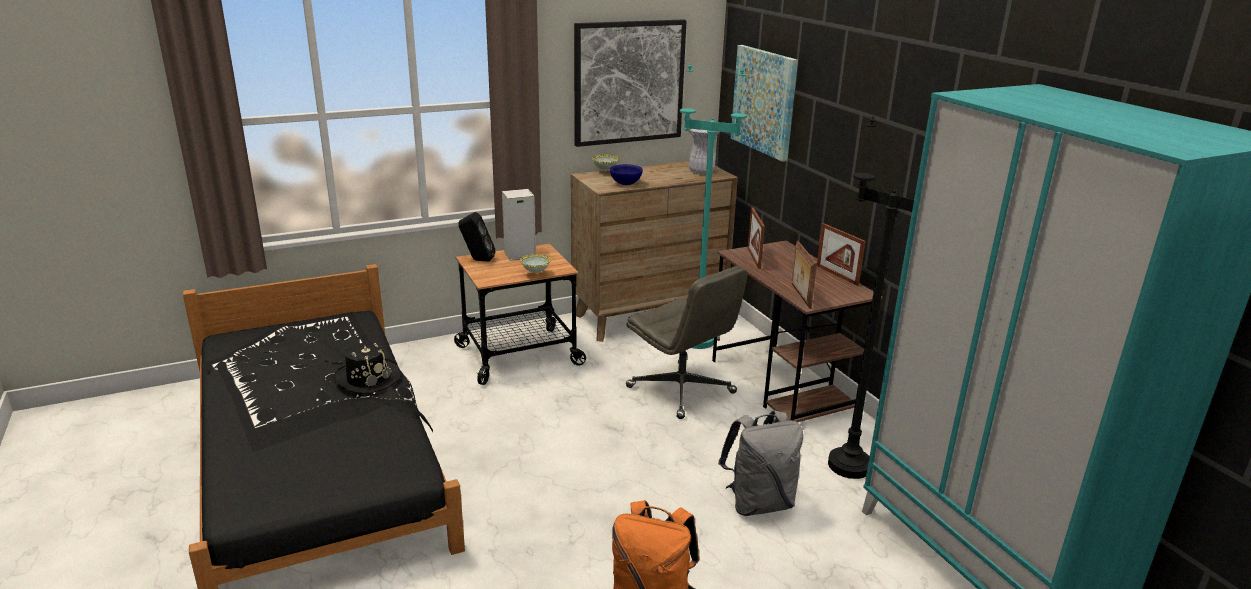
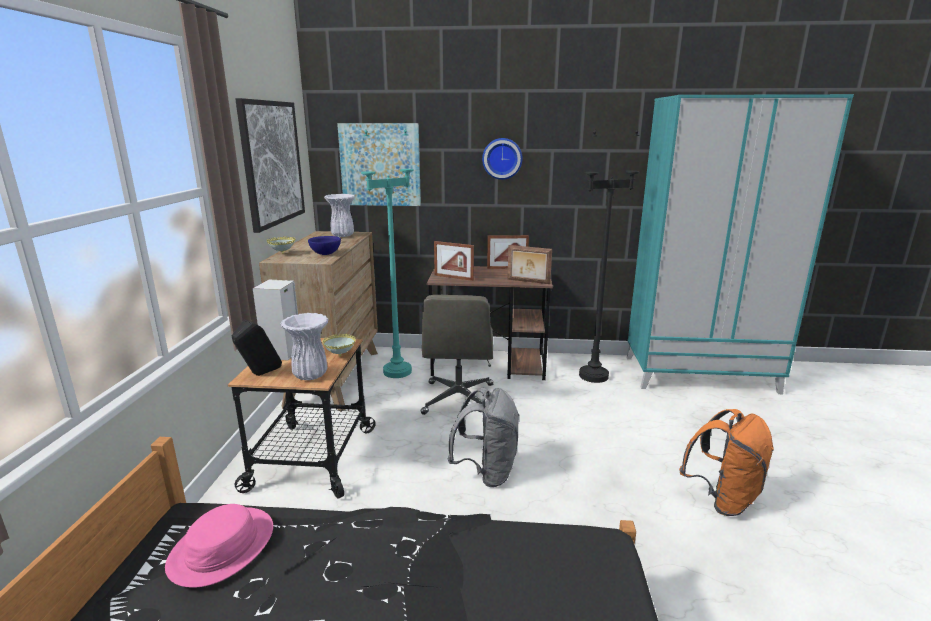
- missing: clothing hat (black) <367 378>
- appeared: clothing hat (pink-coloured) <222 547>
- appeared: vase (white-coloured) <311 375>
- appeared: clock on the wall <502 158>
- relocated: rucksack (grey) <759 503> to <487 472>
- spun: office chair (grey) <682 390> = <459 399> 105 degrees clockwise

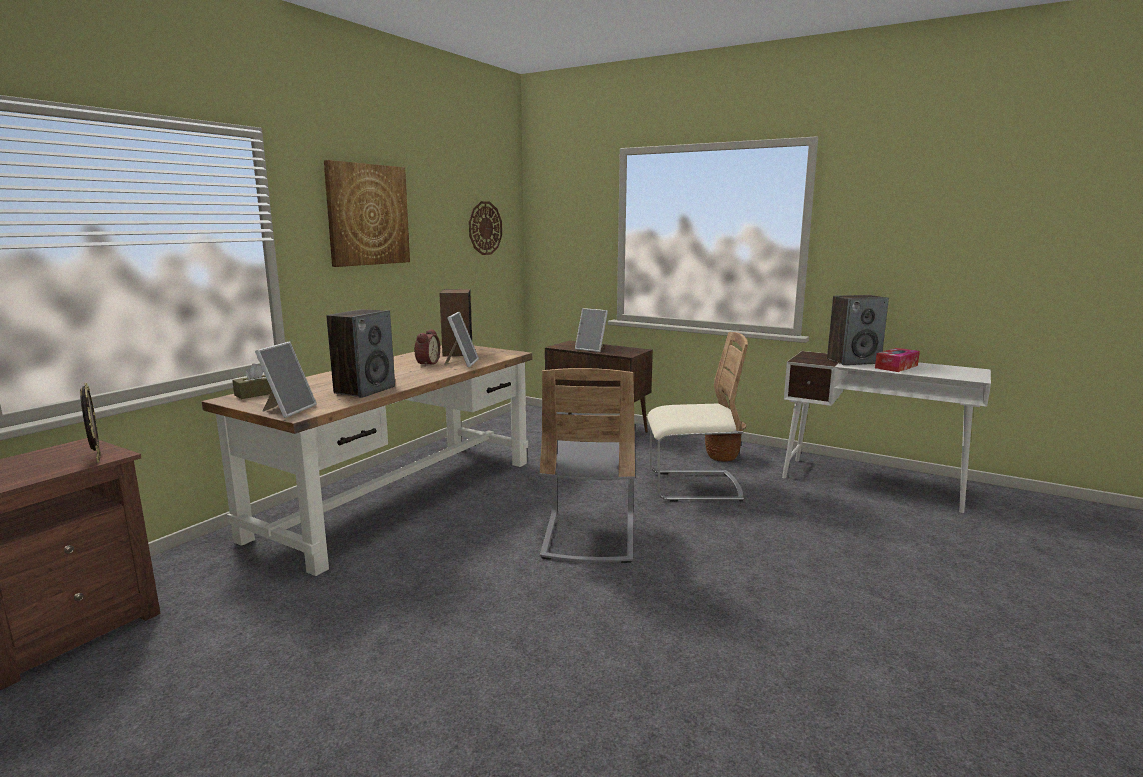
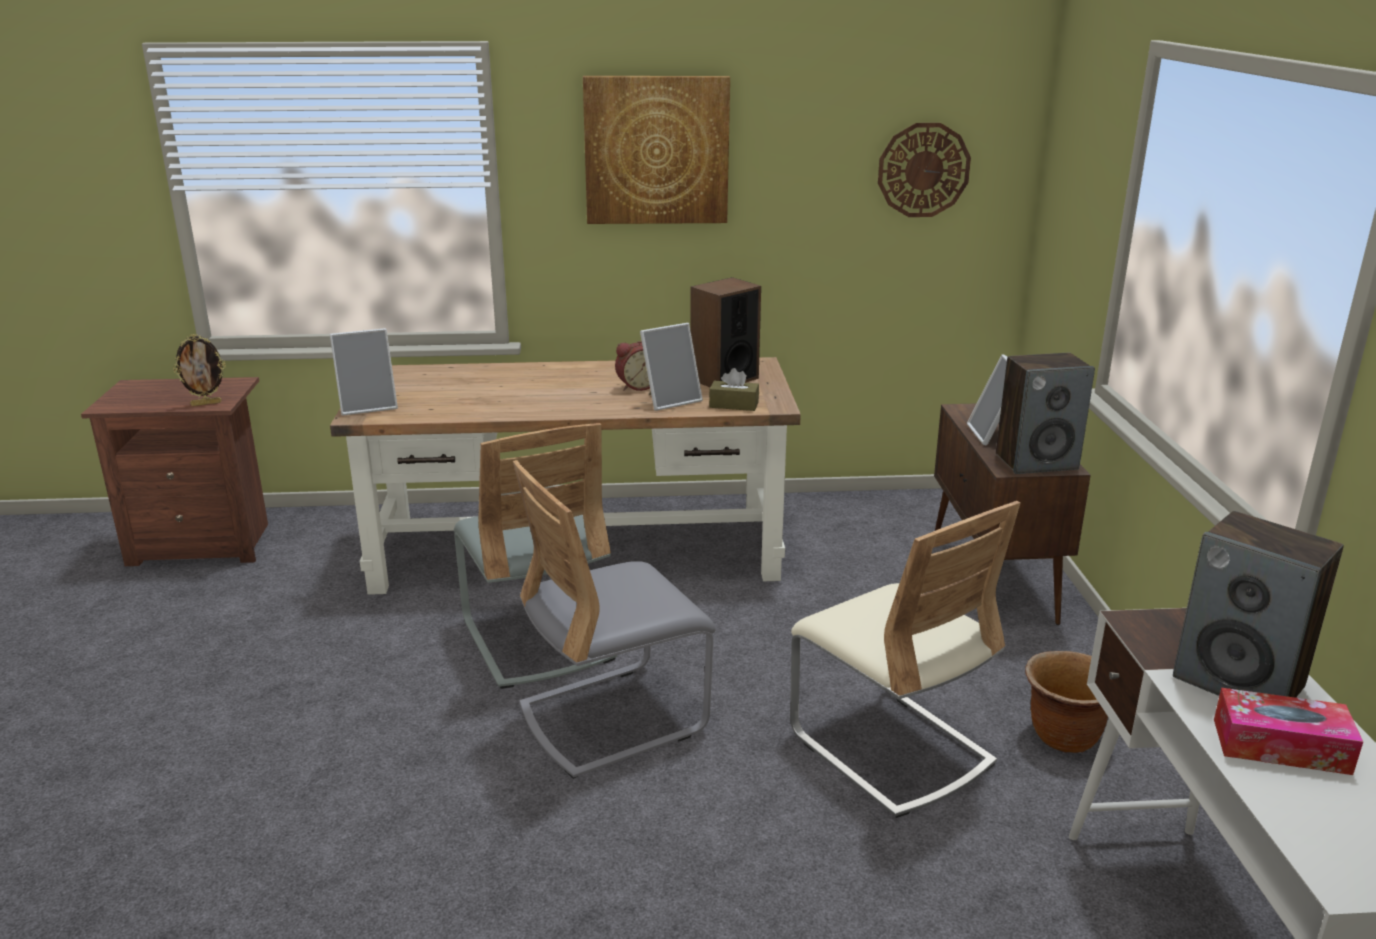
- appeared: plain chair (grey) <537 639>
- relocated: box of tissues (brownish) <256 394> to <734 405>
- relocated: audio speaker <365 390> to <1036 462>
- spun: picture frame <97 458> = <206 403> 45 degrees clockwise

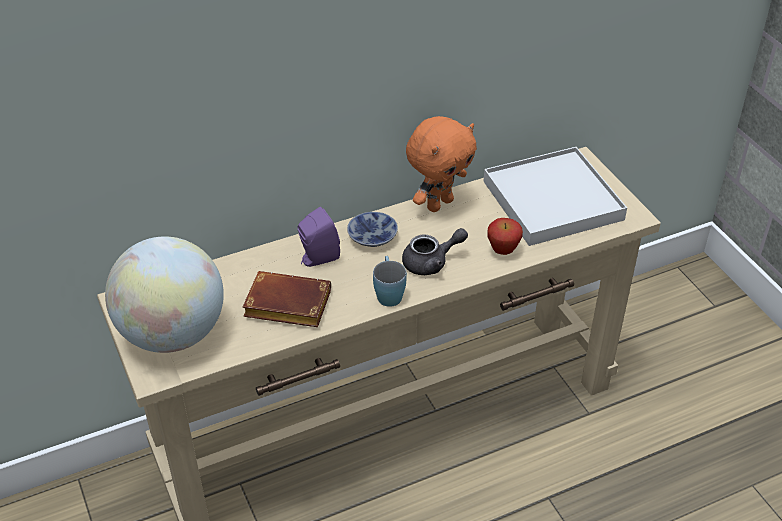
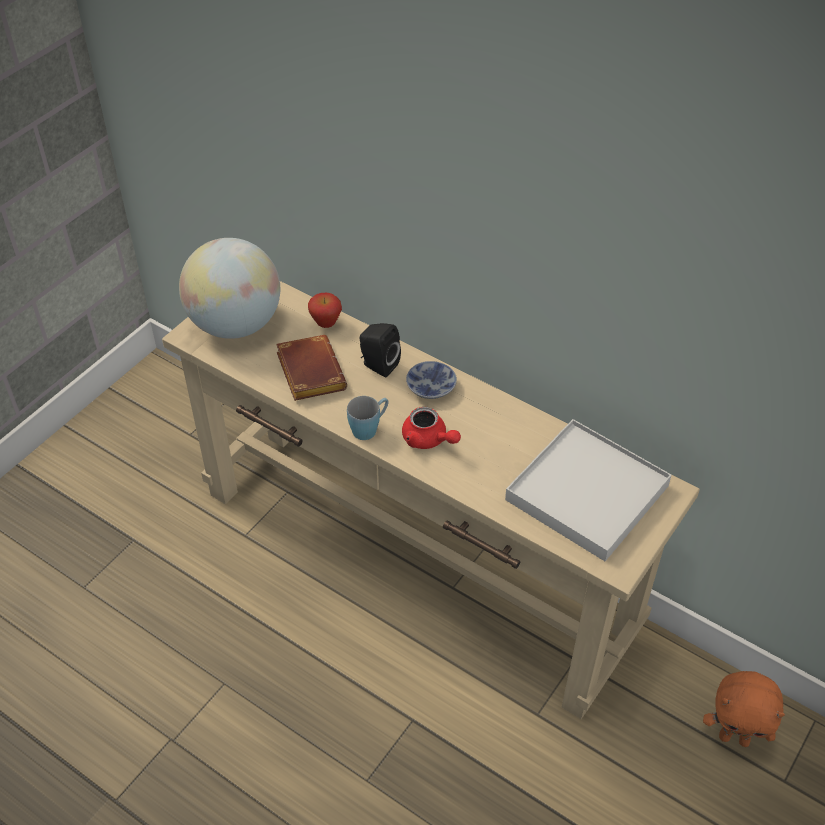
- relocated: soft toy (orange) <439 203> to <734 737>
- relocated: apple fruit <503 251> to <326 324>
- colour: audio speaker (purplish) <317 258> to audio speaker (black) <378 365>
- colour: pot for tea (grey) <431 263> to pot for tea (reddish) <428 440>

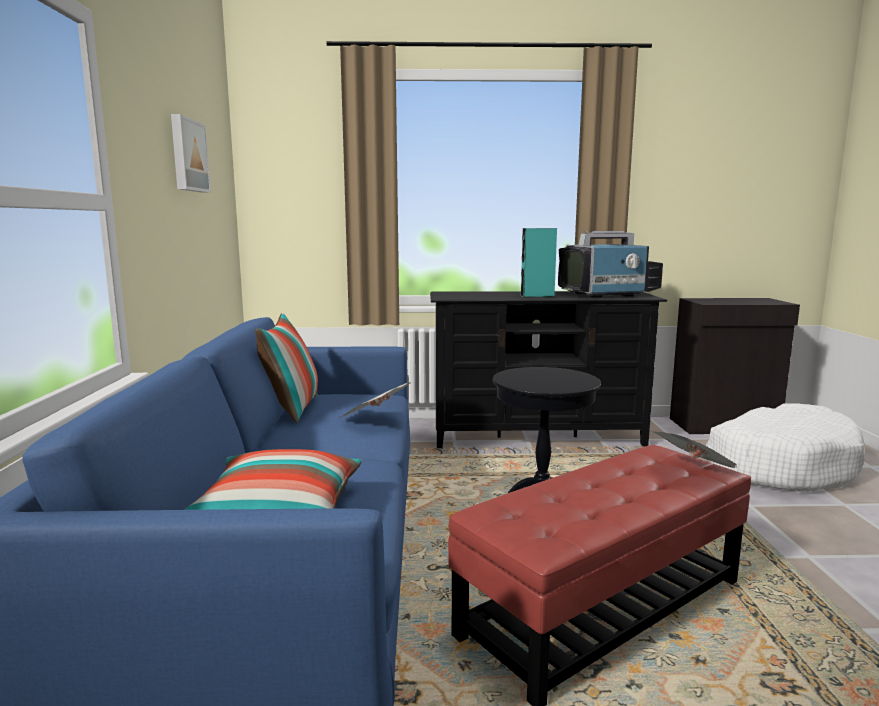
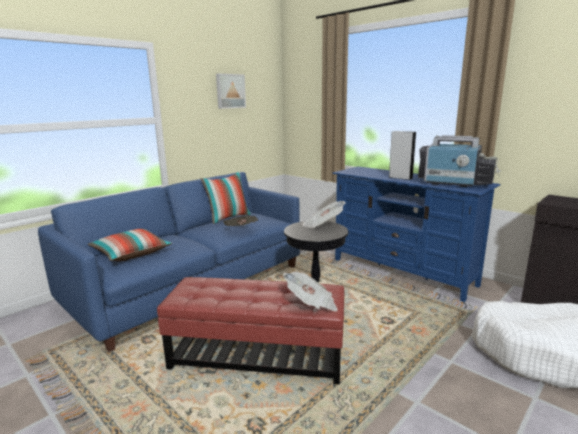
- appeared: newspaper <323 225>
- colour: media console (black) <537 436> to media console (bluish) <402 271>
- colour: audio speaker (turquoise-coloured) <537 296> to audio speaker (grey) <400 178>

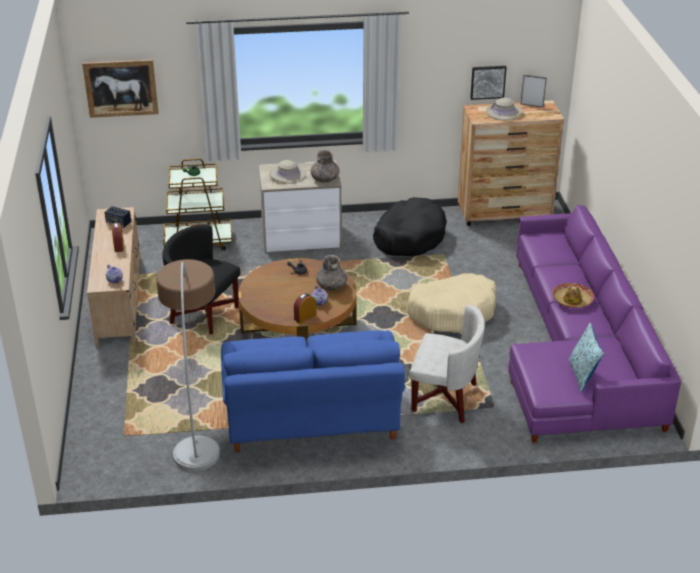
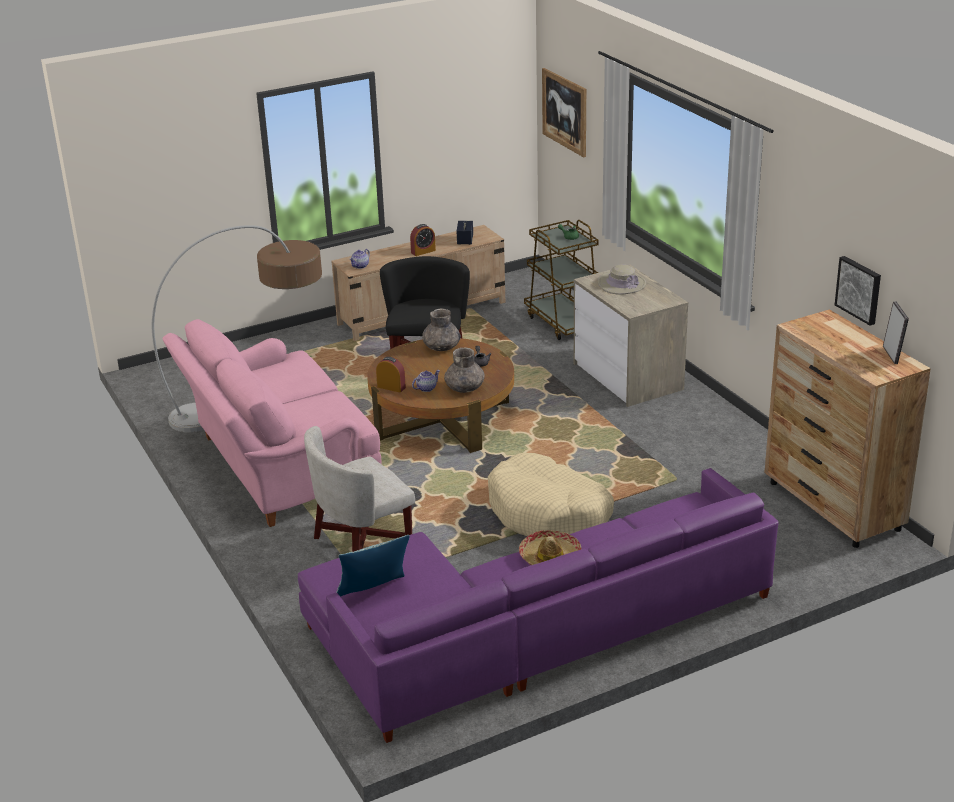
- missing: pet bed (black) <409 237>
- missing: clothing hat (beige-coloured) <504 112>
- relocated: vase (grey) <325 179> to <441 347>
- colour: settee (bluish) <312 420> to settee (pink-coloured) <278 468>
- spun: easy chair (white-coloured) <445 398> = <362 544> 60 degrees clockwise

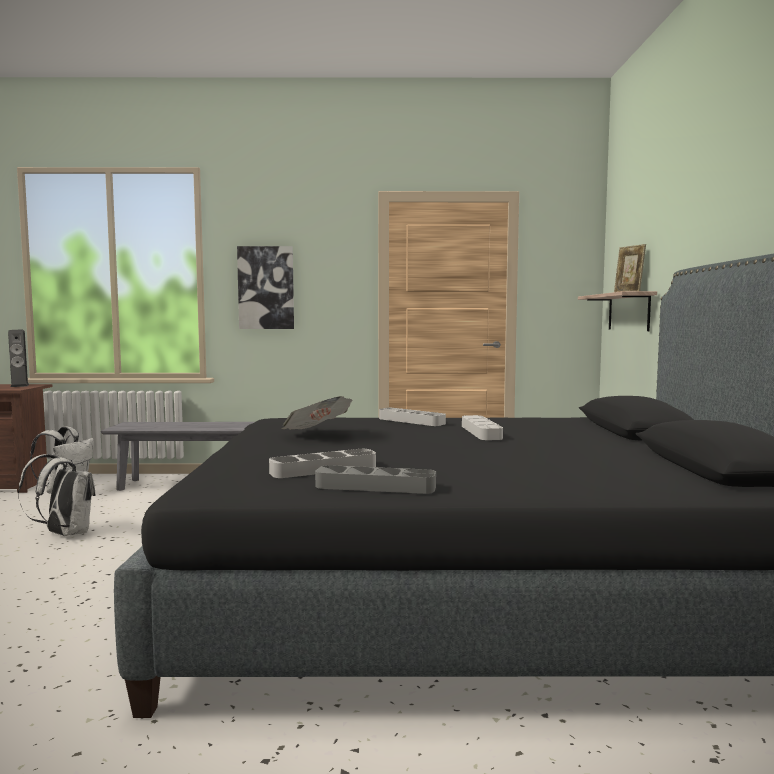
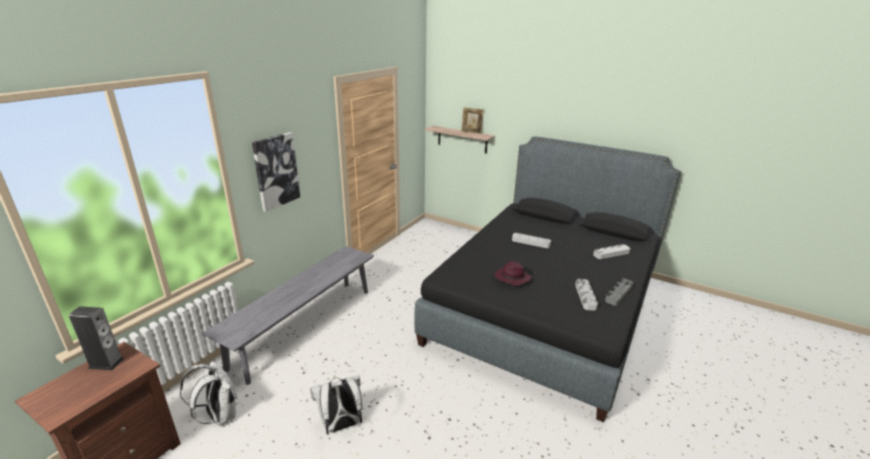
- relocated: carrying tray (grey) <411 421> to <611 253>
- exchanged: newspaper <316 434> to clothing hat (purplish) <511 278>

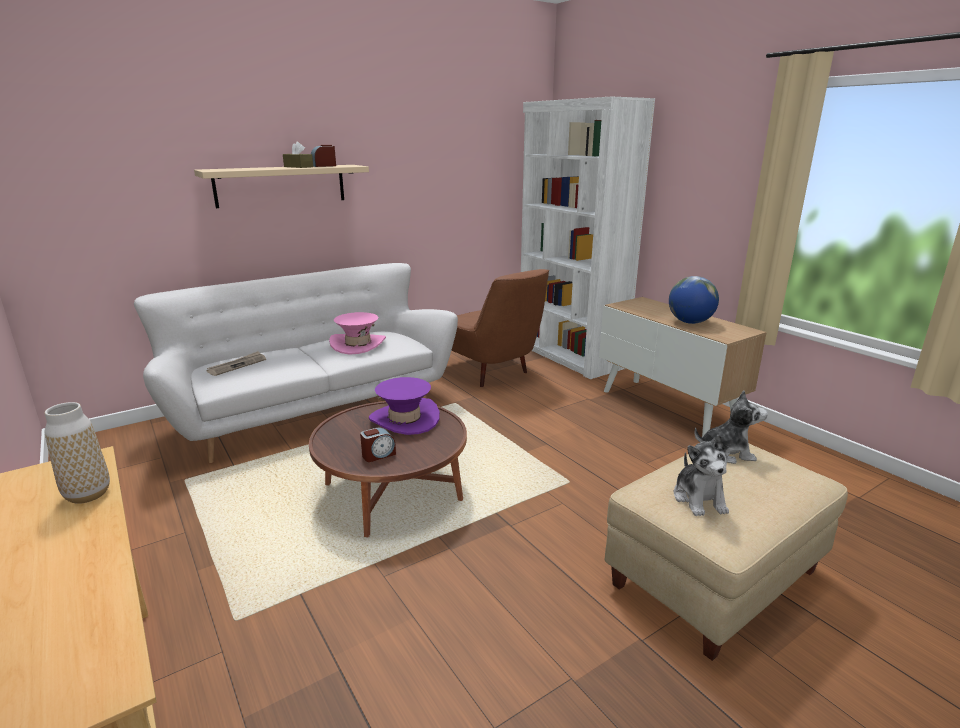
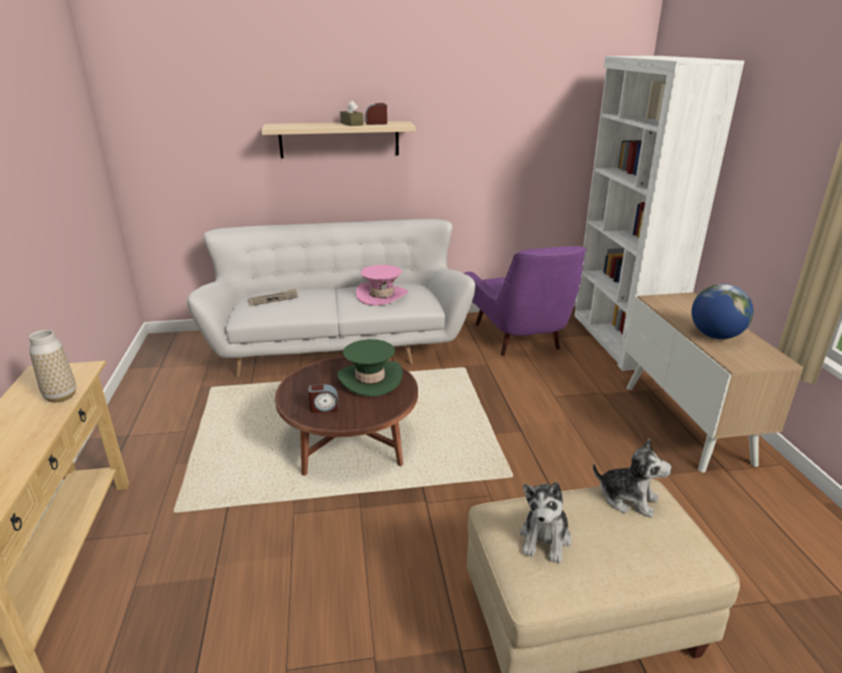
- colour: clothing hat (purplish) <404 419> to clothing hat (greenish) <370 379>
- colour: easy chair (brownish) <488 371> to easy chair (purplish) <521 340>

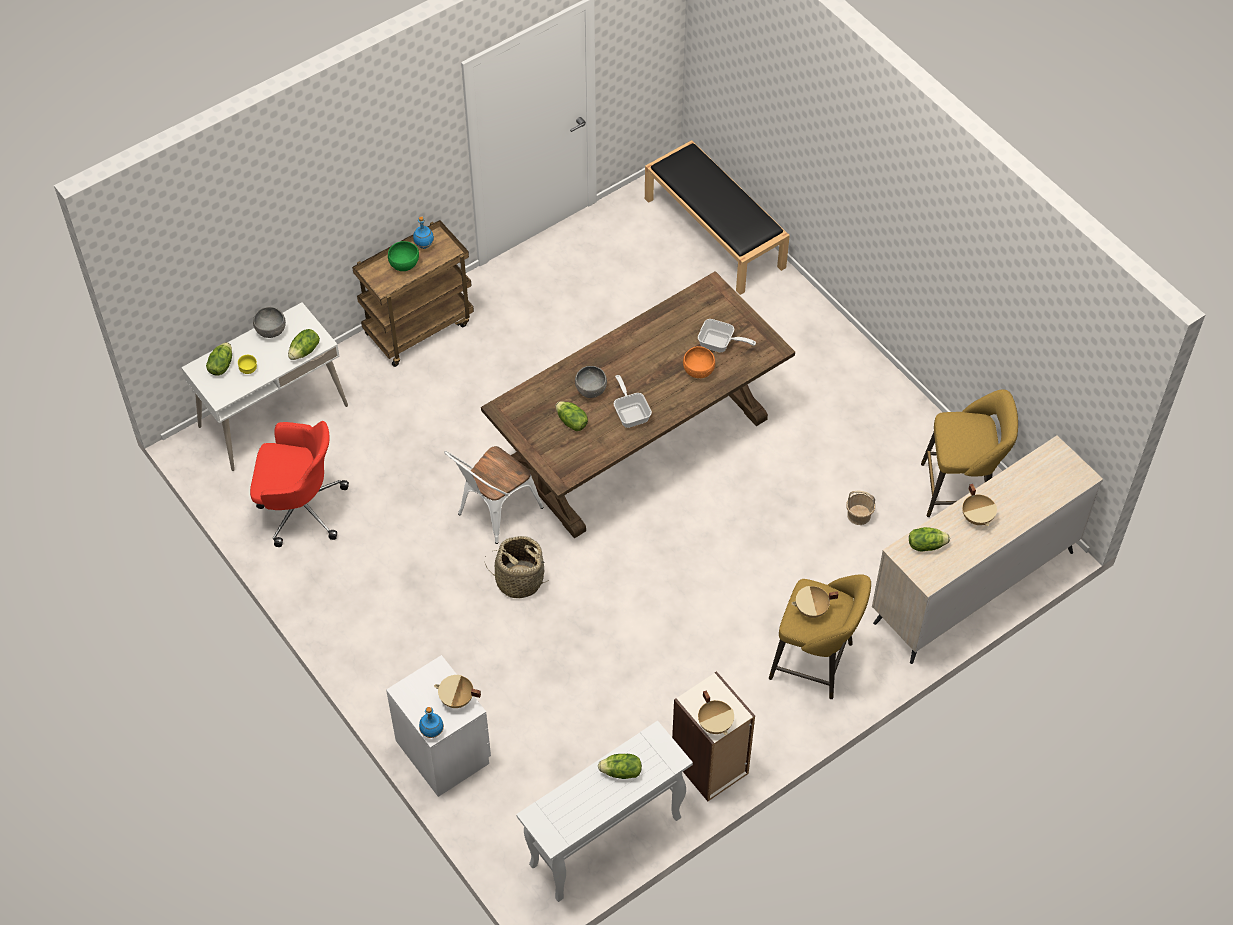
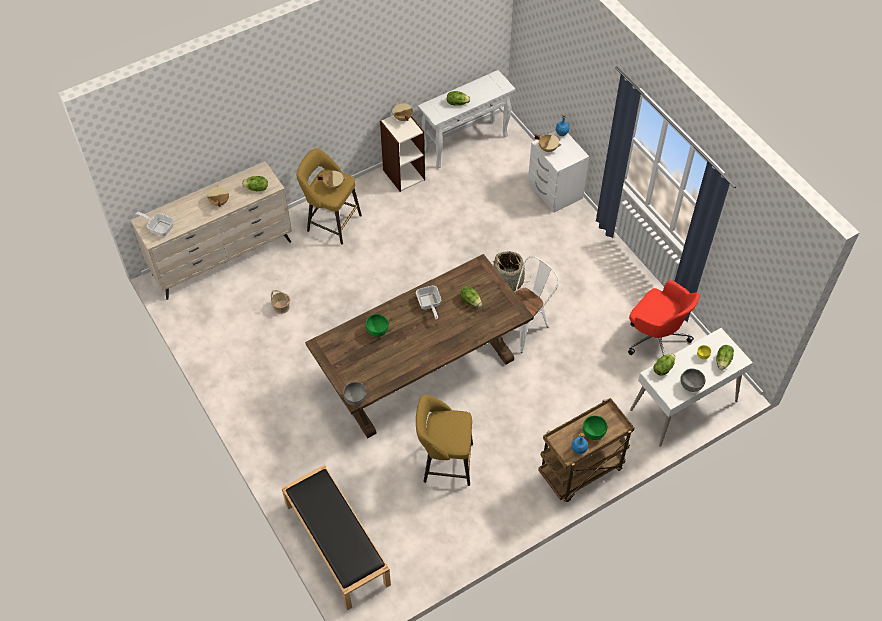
- relocated: bowl (grey) <591 391> to <355 399>
- relocated: frying pan <720 344> to <159 228>
- relocated: stool (yellow-coloured) <960 490> to <444 462>
- colour: bowl (orange) <698 371> to bowl (greenish) <377 331>
- spun: office chair (reddish) <300 507> = <655 338> 150 degrees counterclockwise

